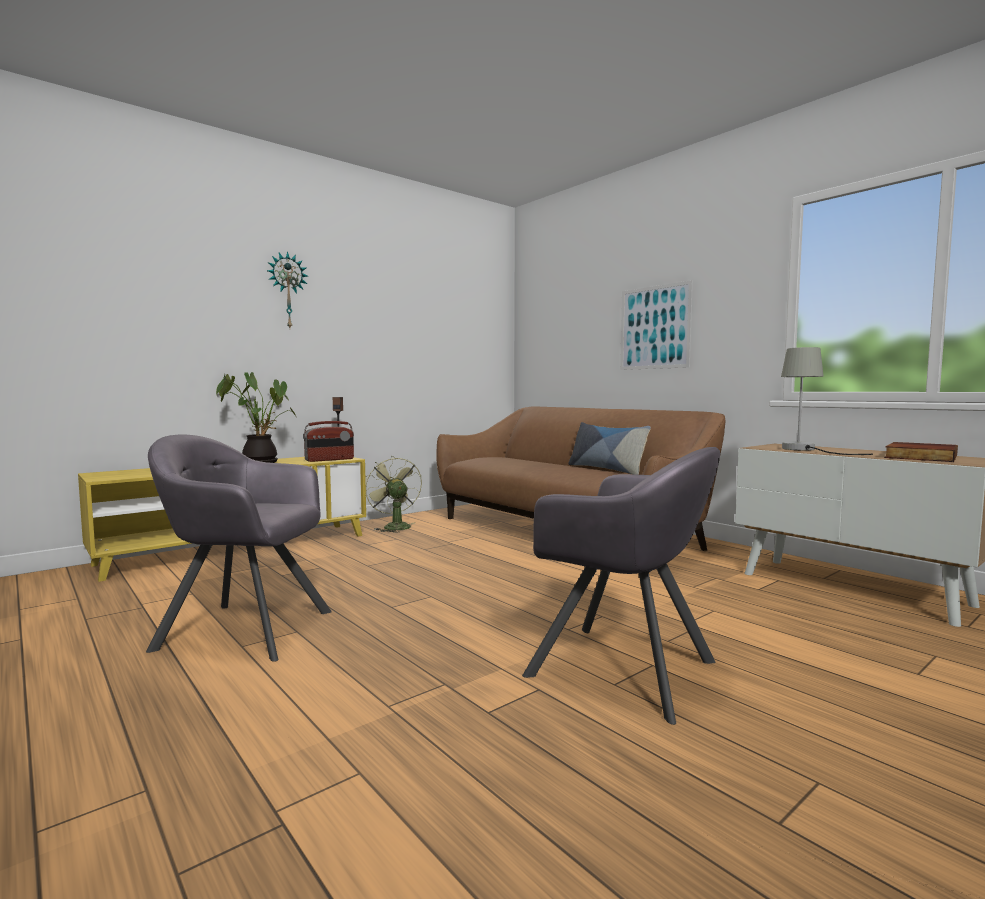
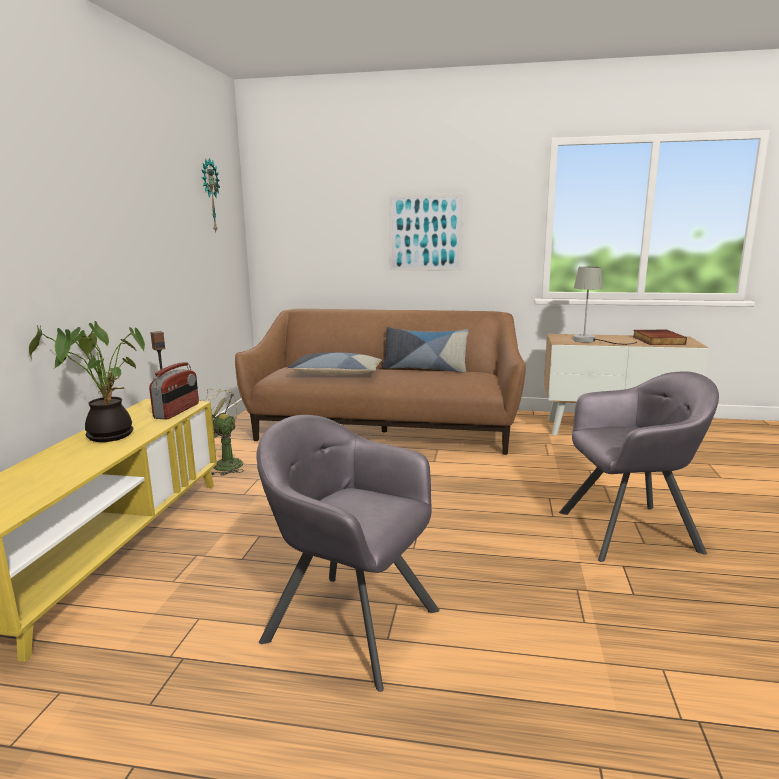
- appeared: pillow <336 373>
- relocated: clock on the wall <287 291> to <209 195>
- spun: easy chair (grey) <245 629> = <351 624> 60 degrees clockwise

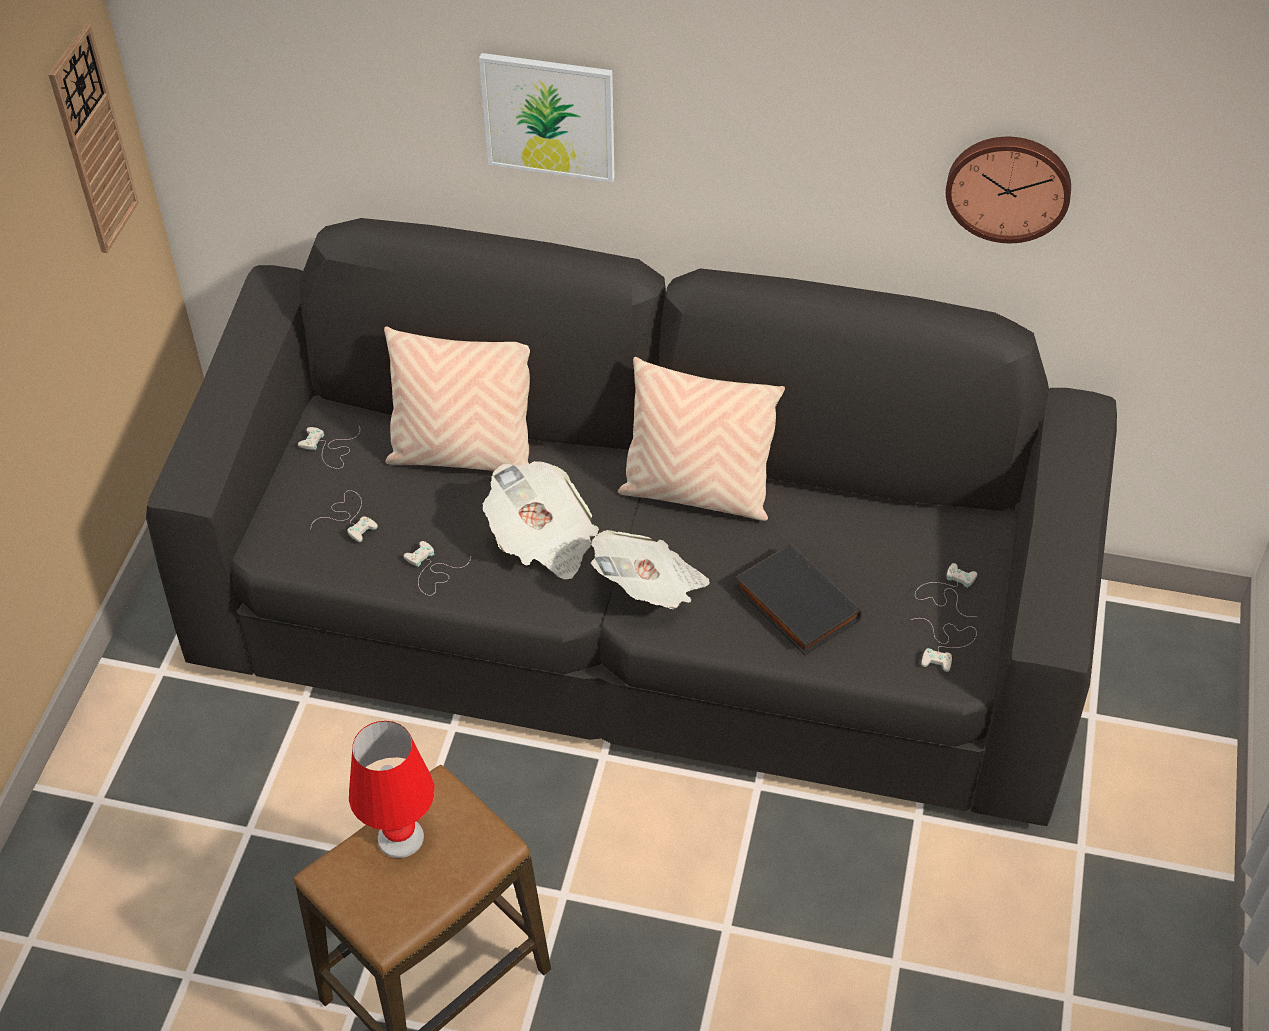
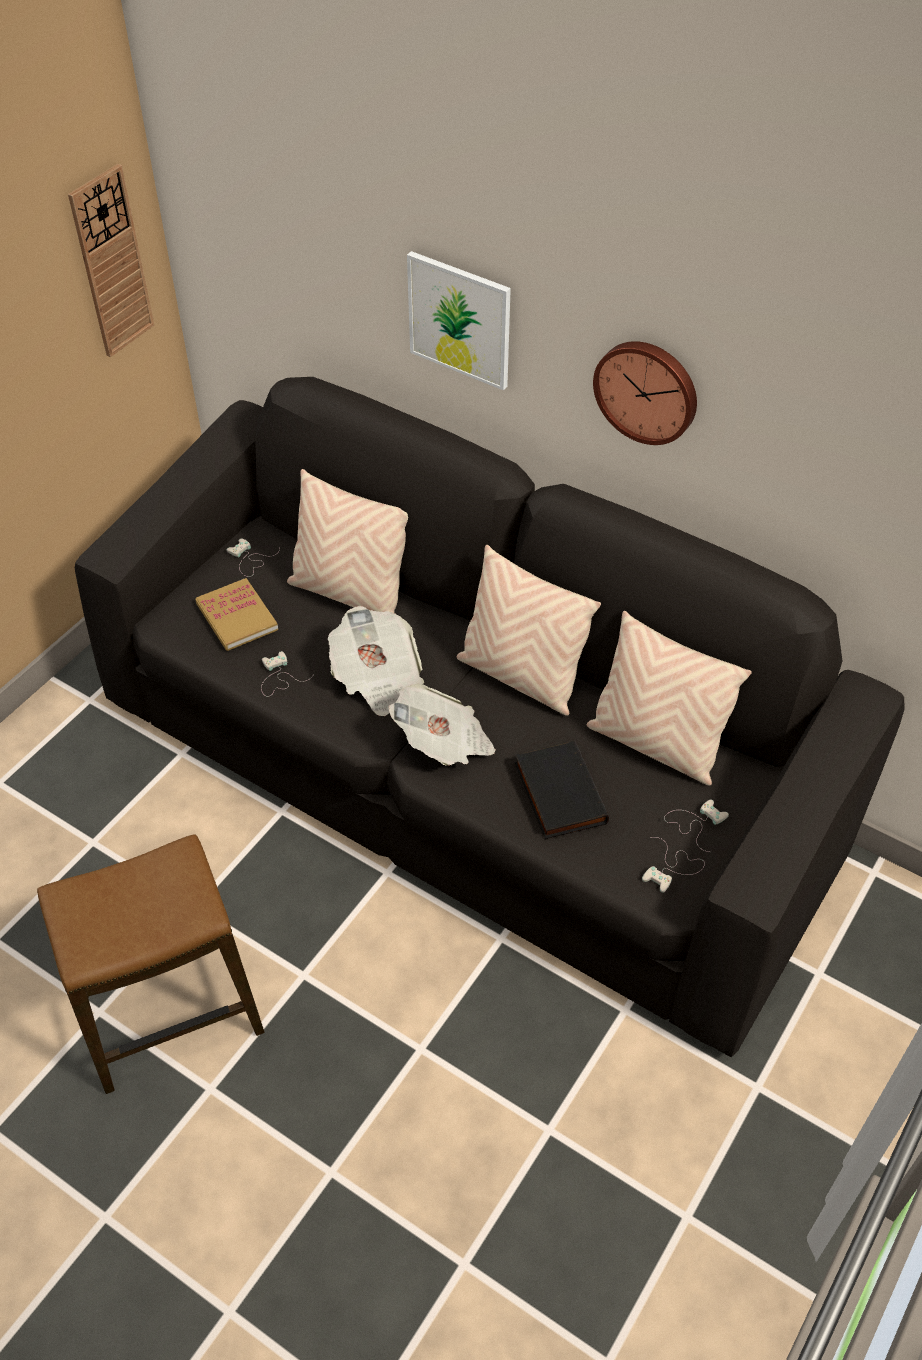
- missing: lamp for a table (reddish) <401 837>
- appeared: pillow (beige-coloured) <655 744>
- relocated: clock on the wall <1008 186> to <647 390>
- exchanged: joypad (white-coloured) <349 517> to volume <237 617>

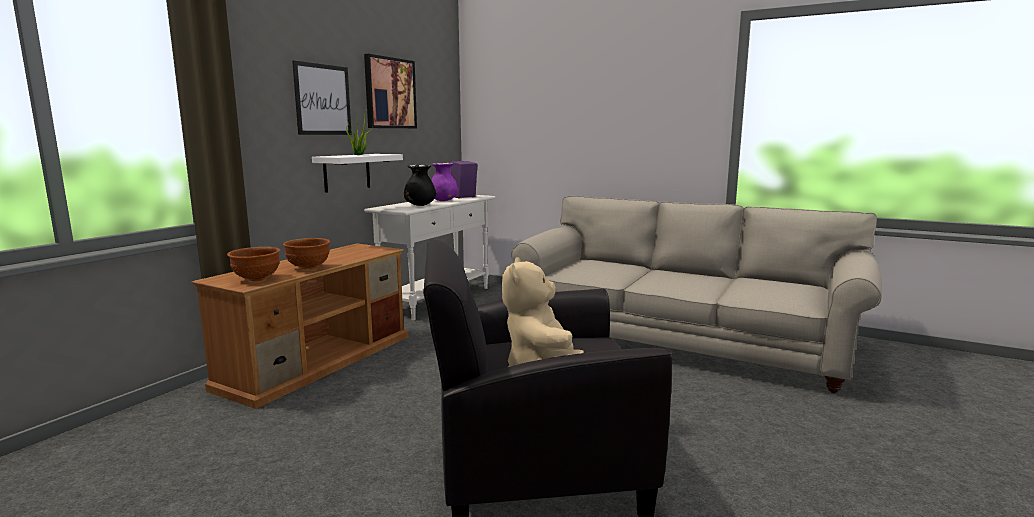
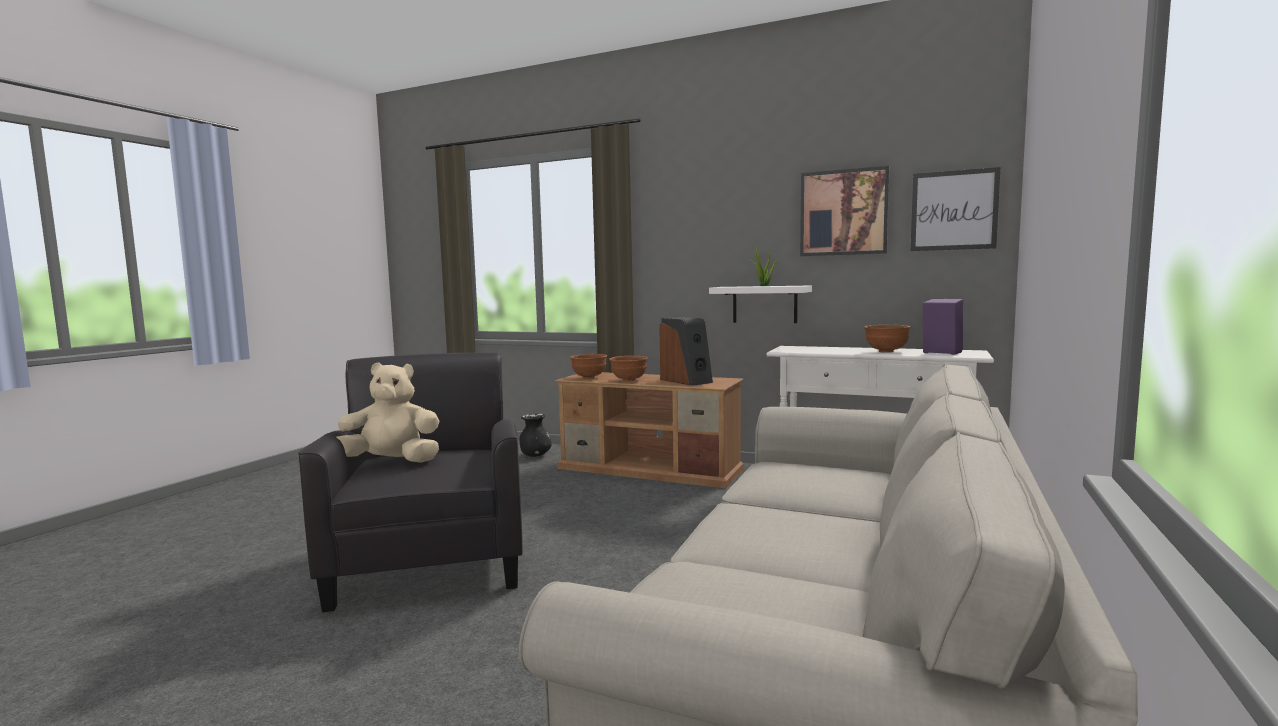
- appeared: audio speaker <686 381>
- relocated: picture <323 99> to <953 210>
- relocated: vase (black) <420 205> to <535 455>
- exchanged: vase (purplish) <443 200> to bowl (brownish) <885 351>

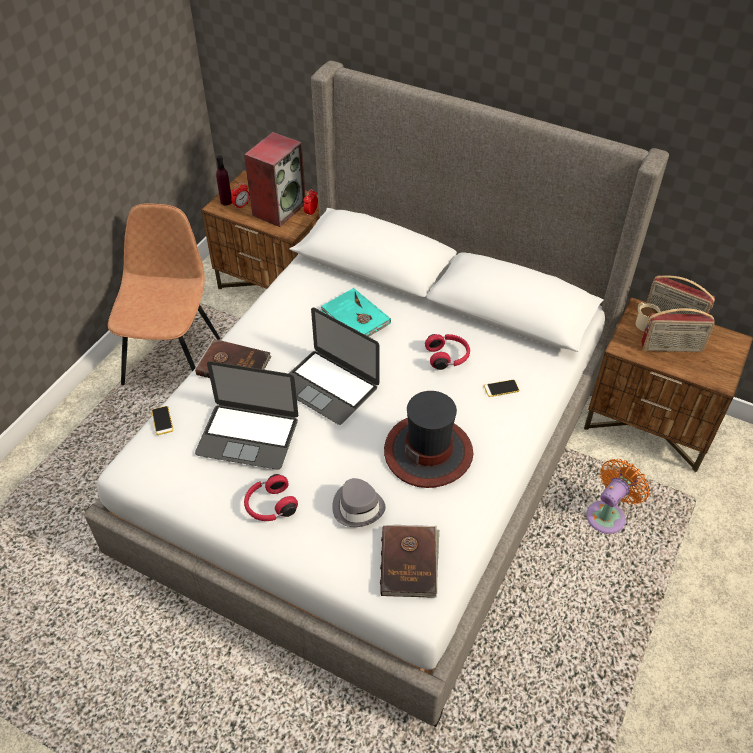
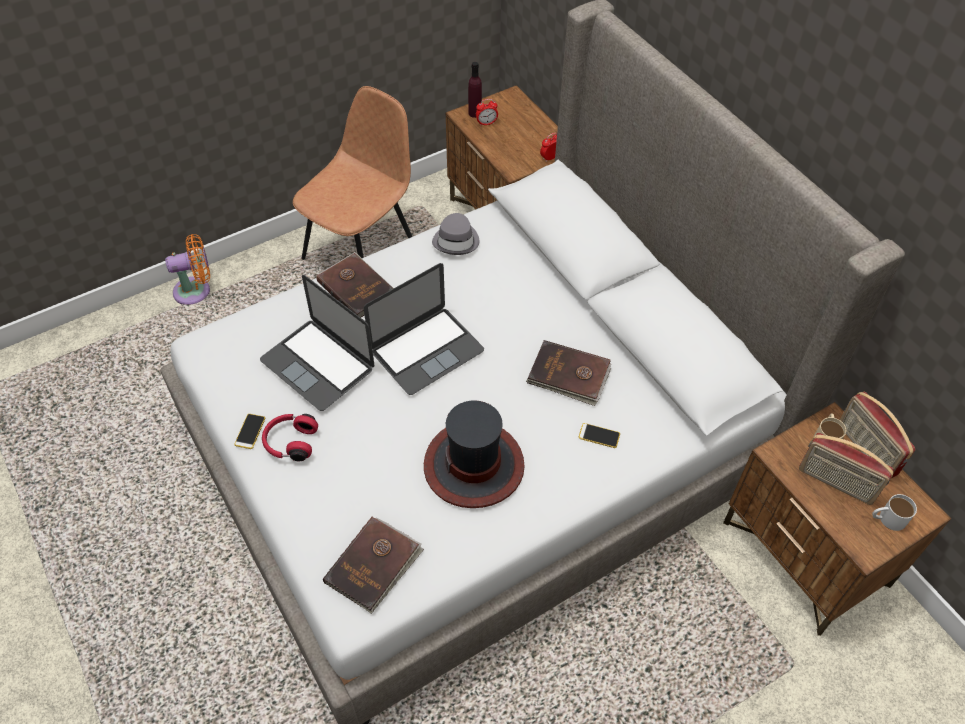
- missing: audio speaker <279 208>
- missing: volume (turquoise-coloured) <355 318>
- appeared: coffee mug (white-coloured) <887 518>
- relocated: handset <162 420> to <250 431>
- relocated: clothing hat (grey) <358 506> to <456 240>
- relocated: electric fan (orange) <608 515> to <196 290>
- exchanged: headphones (reddish) <448 357> to volume (brownish) <569 375>
- spun: laptop <328 386> = <426 350> 105 degrees counterclockwise

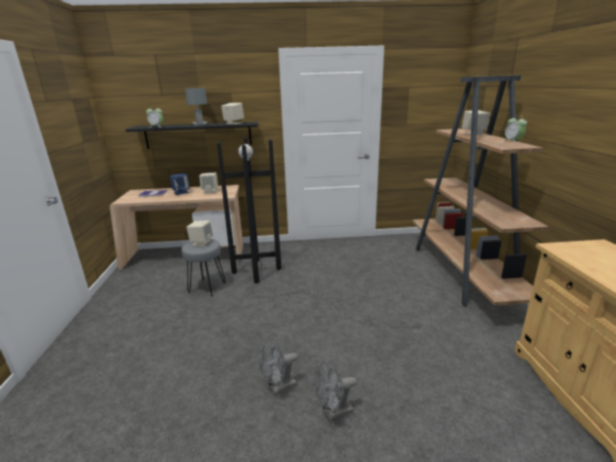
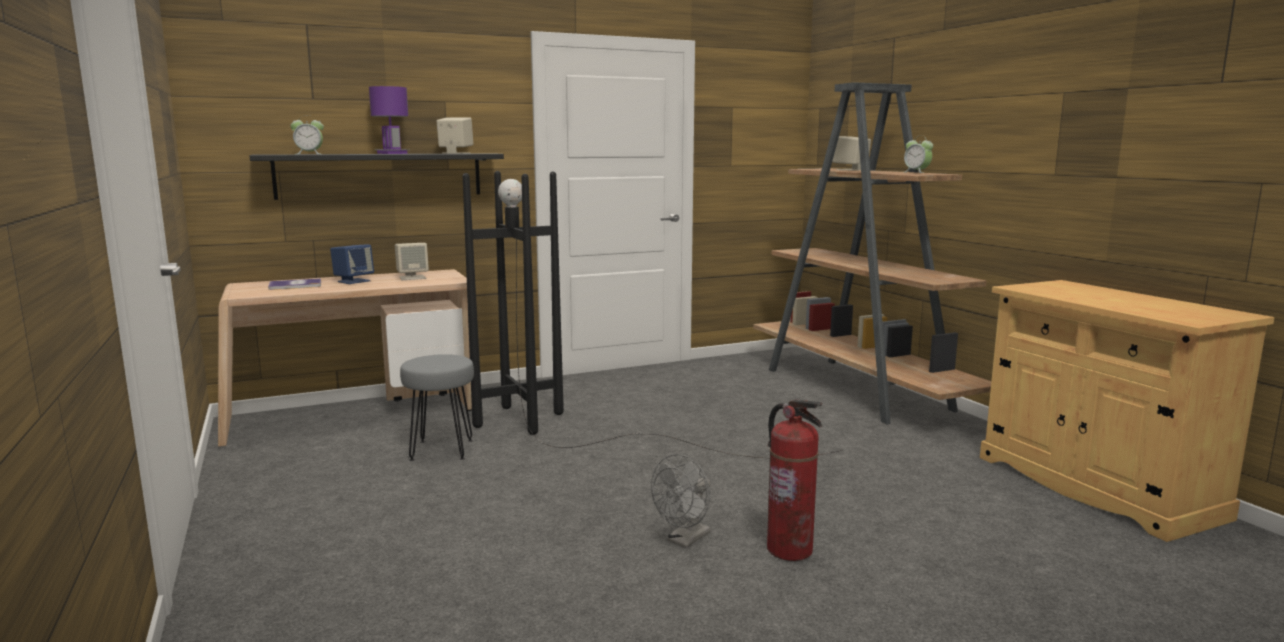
- missing: audio speaker (beige-coloured) <201 242>
- exchanged: electric fan (grey) <334 412> to fire-fighting cylinder <789 550>
- colour: lamp for a table (grey) <200 124> to lamp for a table (purplish) <392 153>

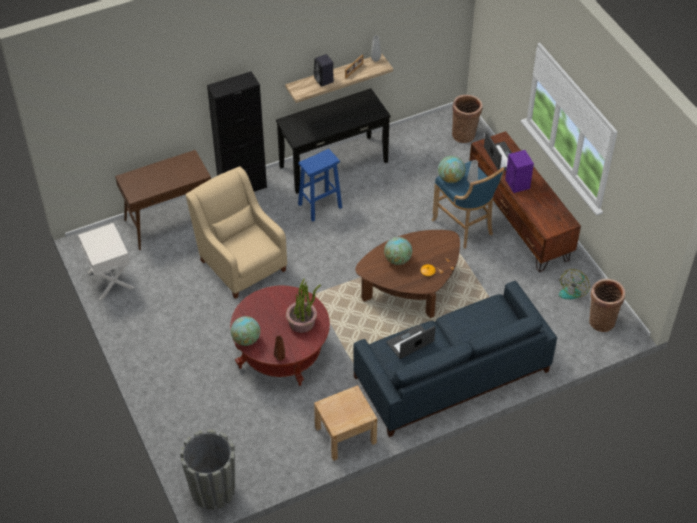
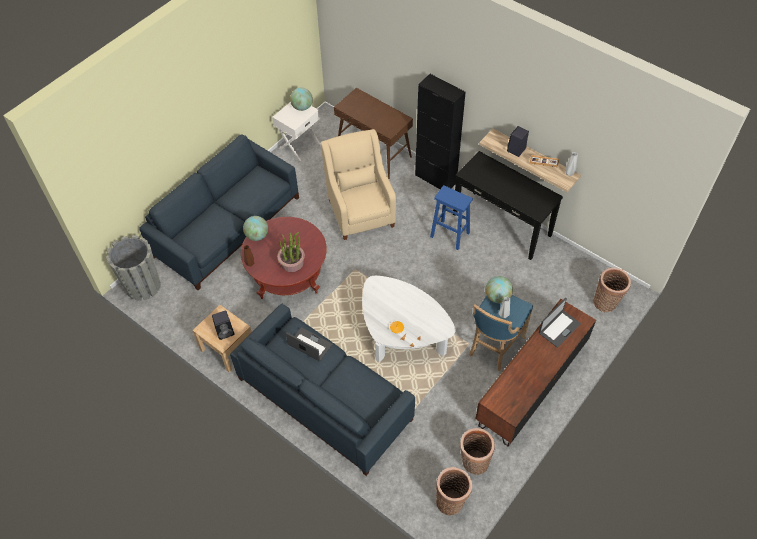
- missing: audio speaker (purplish) <517 184>
- appeared: settee (bluish) <228 227>
- appeared: audio speaker (black) <225 331>
- relocated: globe <397 259> to <302 107>
- exchanged: electric fan <572 290> to household basket <473 462>
- colour: low table (brownish) <411 286> to low table (white-coloured) <402 332>
- spun: easy chair (beige-coloured) <240 262> = <360 210> 45 degrees counterclockwise

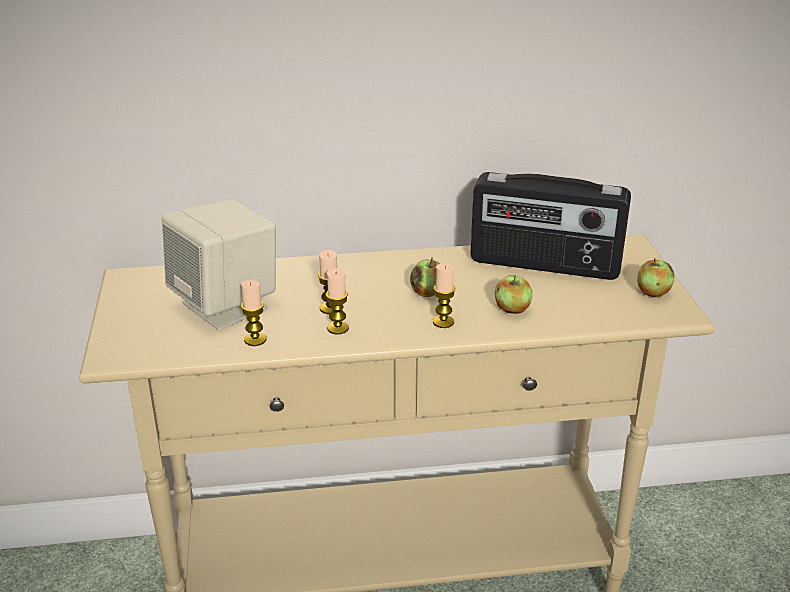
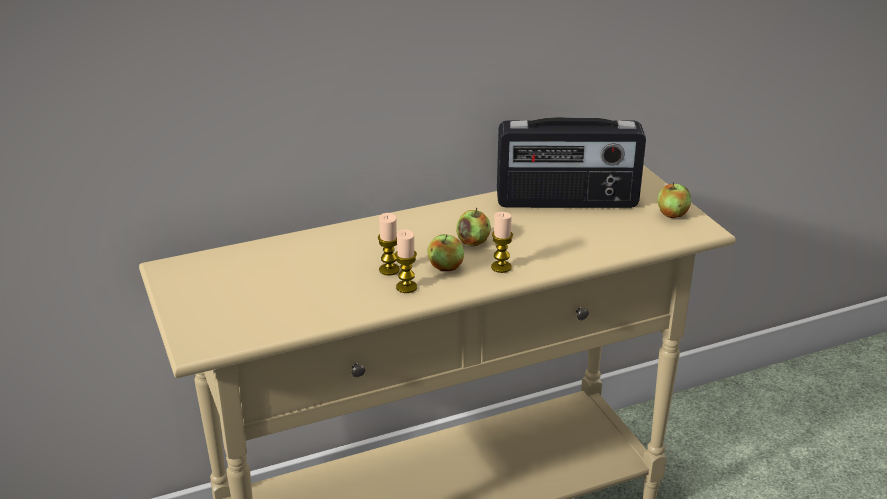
- missing: audio speaker (beige-coloured) <226 306>
- missing: candle <255 340>
- relocated: apple fruit <512 309> to <445 267>

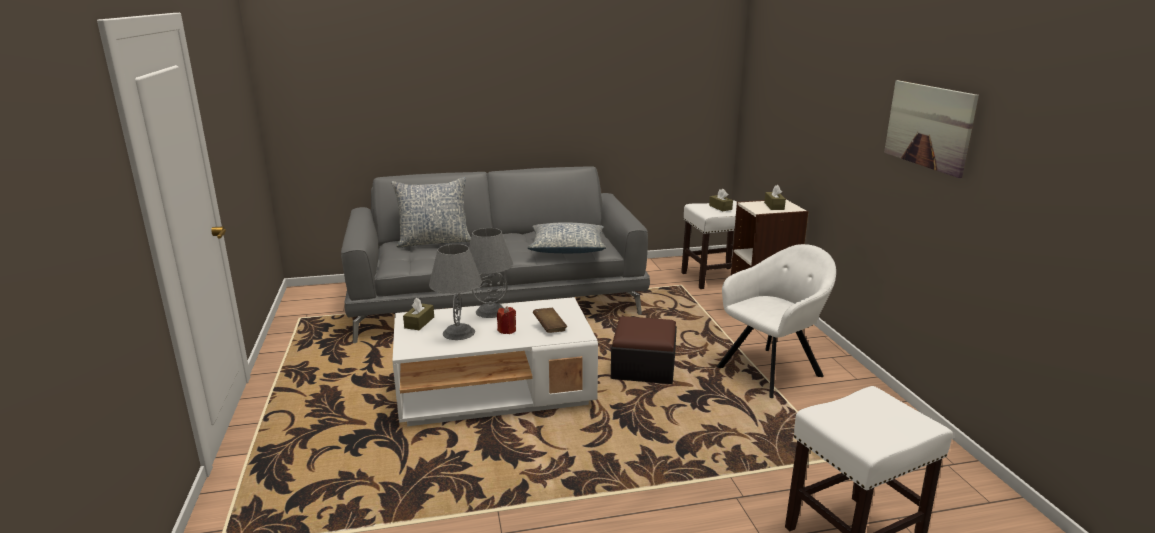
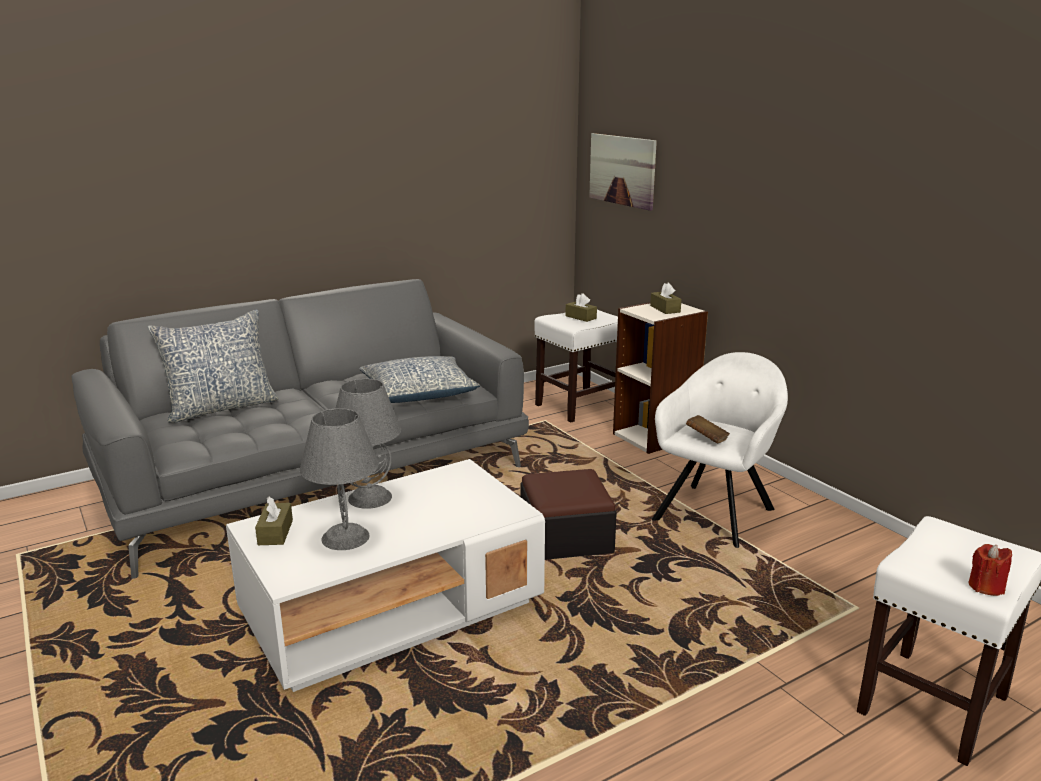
- relocated: candle (reddish) <507 330> to <986 587>
- relocated: volume (brownish) <550 328> to <706 439>
- relocated: picture <928 126> to <622 170>

